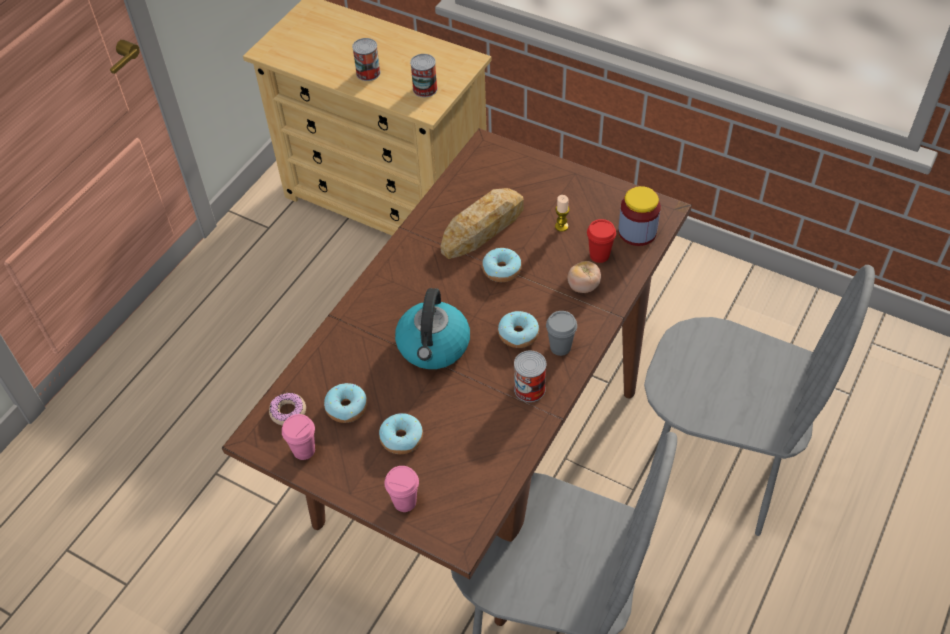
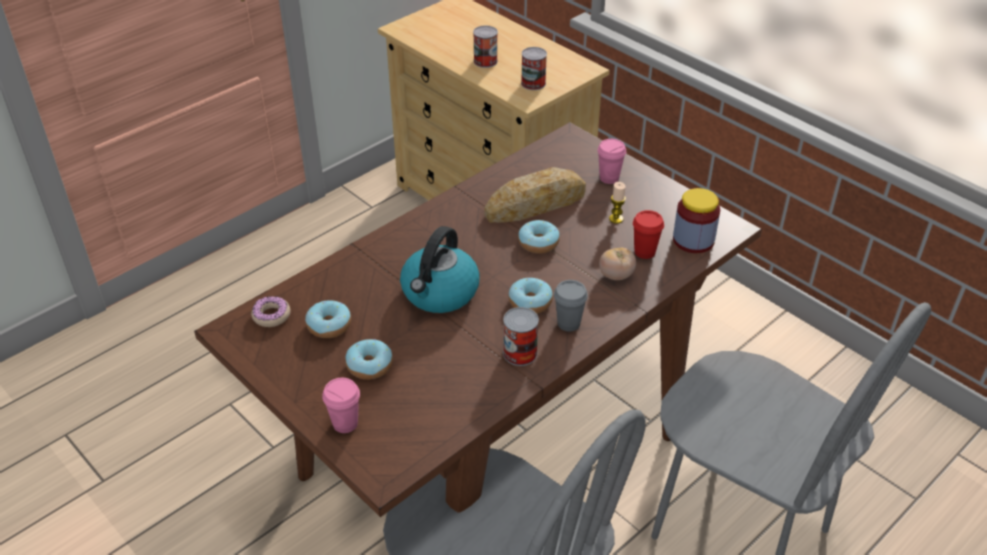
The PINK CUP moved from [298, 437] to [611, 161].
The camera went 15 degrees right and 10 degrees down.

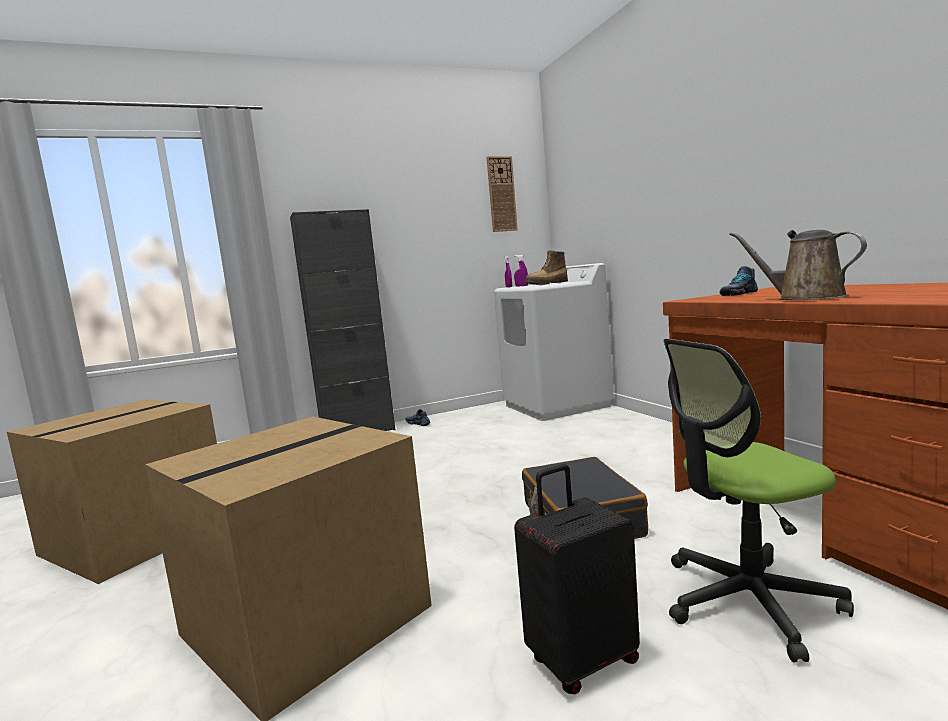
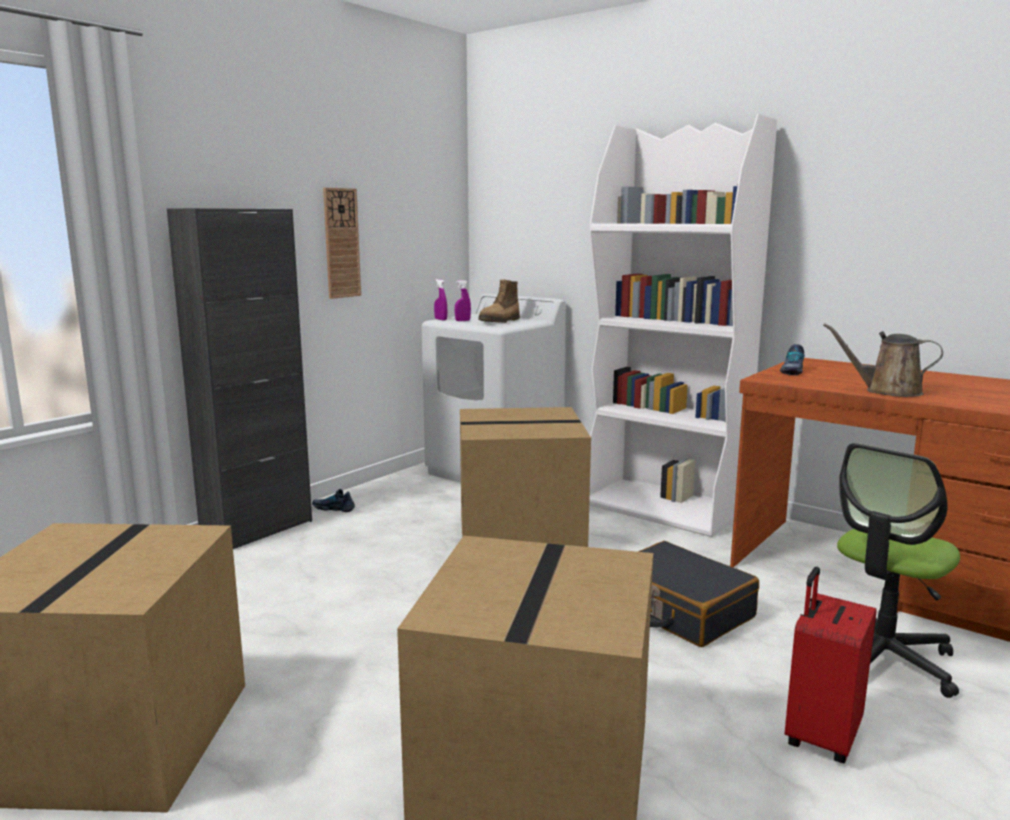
The WALL CLOCK moved from [502, 194] to [342, 243].
The BLACK SUITCASE at [577, 579] became the RED SUITCASE at [830, 665].
The WHITE BOOKCASE at [683, 325] appeared.
The CARDBOARD BOX at [525, 477] appeared.
The camera went 30 degrees left and 5 degrees up.

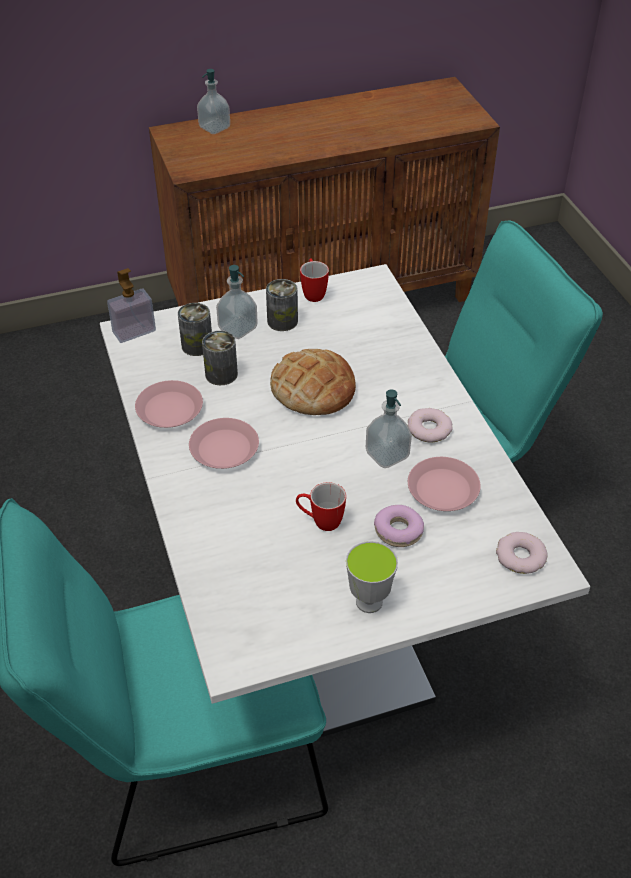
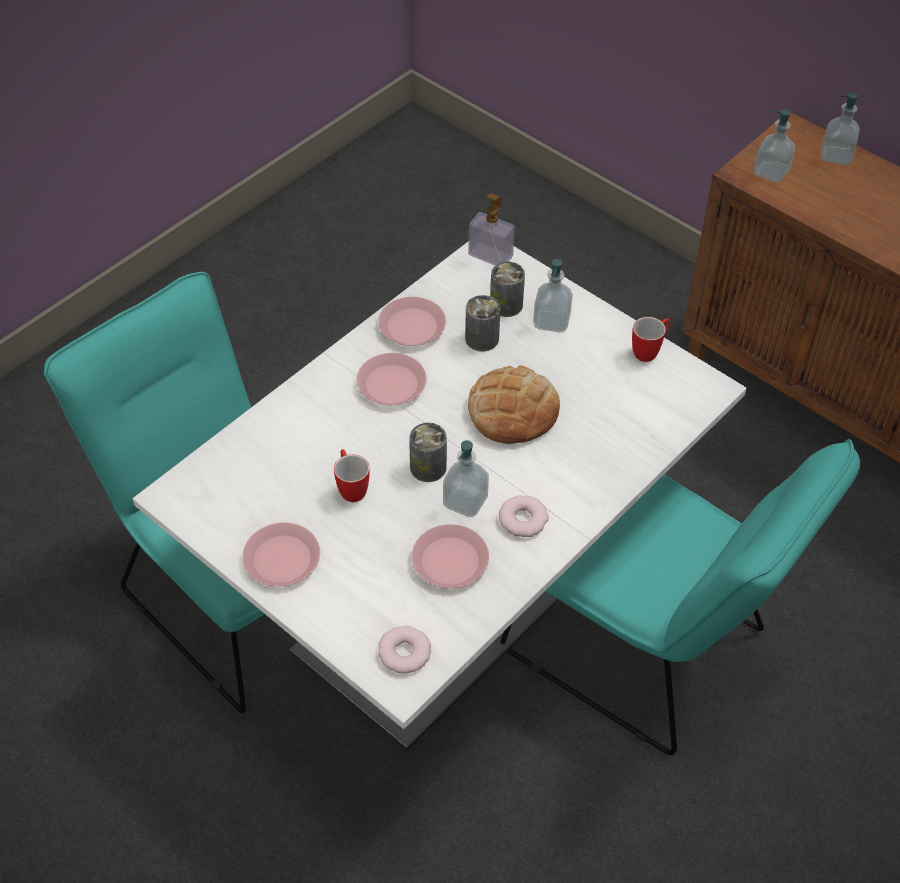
The CAN moved from [282, 305] to [428, 452].
The DONUT at [399, 526] disappeared.
The CUP at [372, 577] was replaced by the PINK PLATE at [281, 554].
The SOAP DISPENSER at [774, 146] appeared.
The camera went 60 degrees right and 5 degrees up.

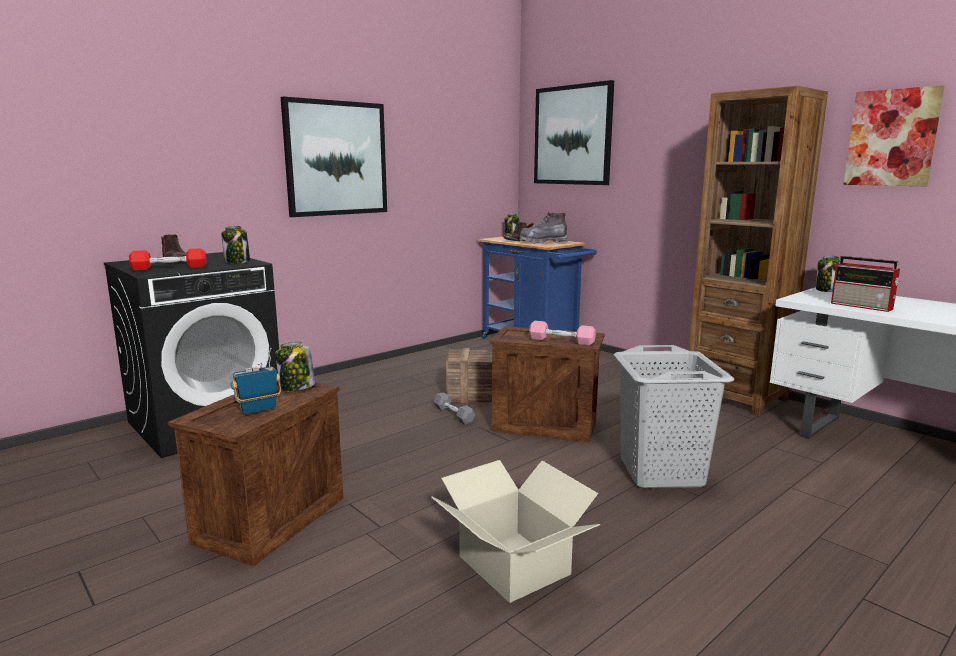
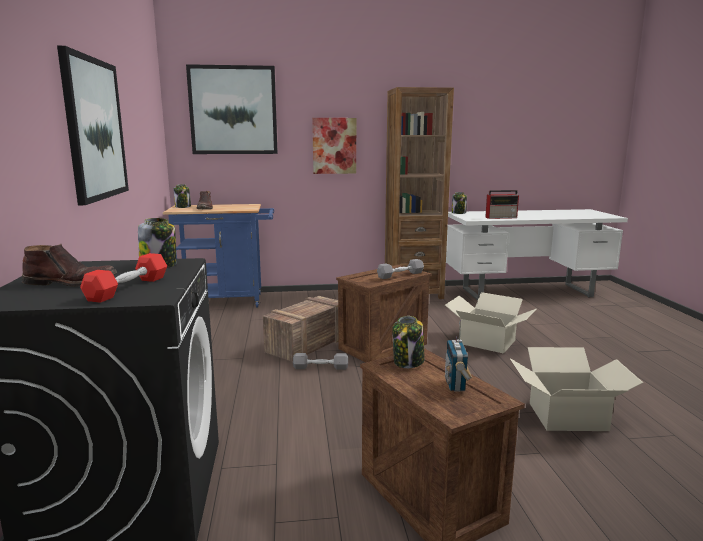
The PICTURE moved from [894, 135] to [334, 146].
The GREY BOOT at [543, 228] disappeared.
The PINK DUMBBELL at [562, 333] became the GREY DUMBBELL at [400, 269].
The GREY LAUNDRY BASKET at [673, 416] was replaced by the CARDBOARD BOX at [490, 323].
The camera went 55 degrees left and 0 degrees up.

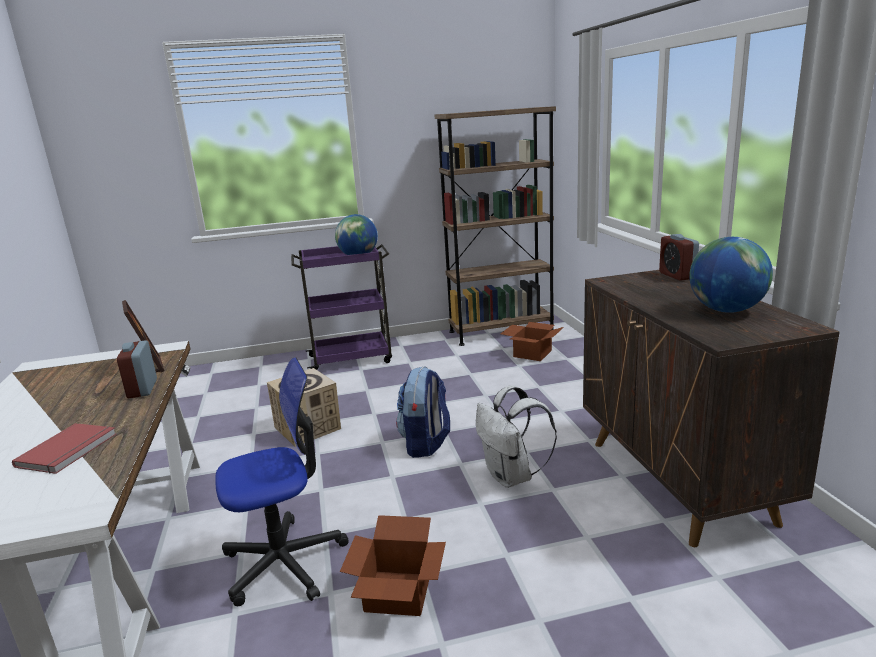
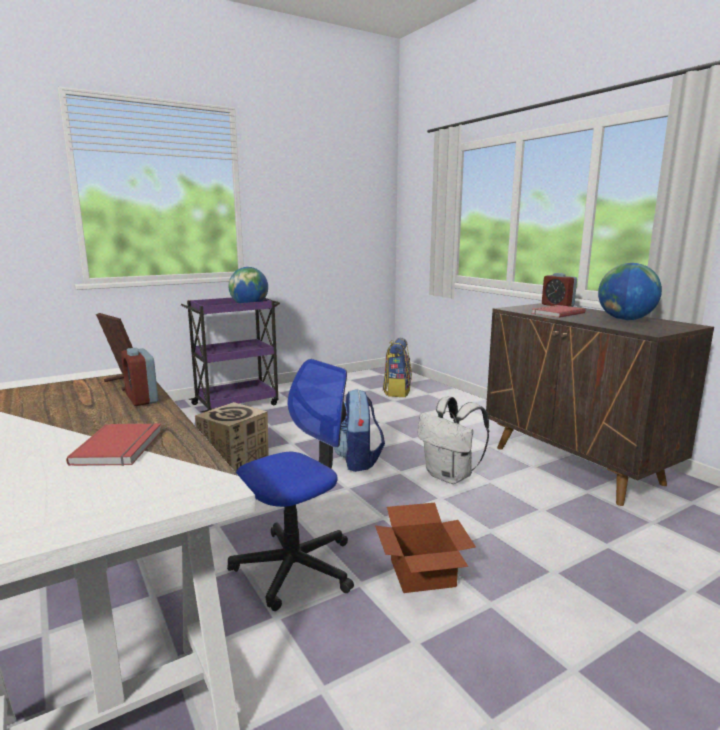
The BROWN BOOKCASE at [495, 226] disappeared.
The CARDBOARD BOX at [532, 341] was replaced by the BACKPACK at [397, 367].
The RED BOOK at [558, 311] appeared.
The camera went 20 degrees left and 5 degrees down.

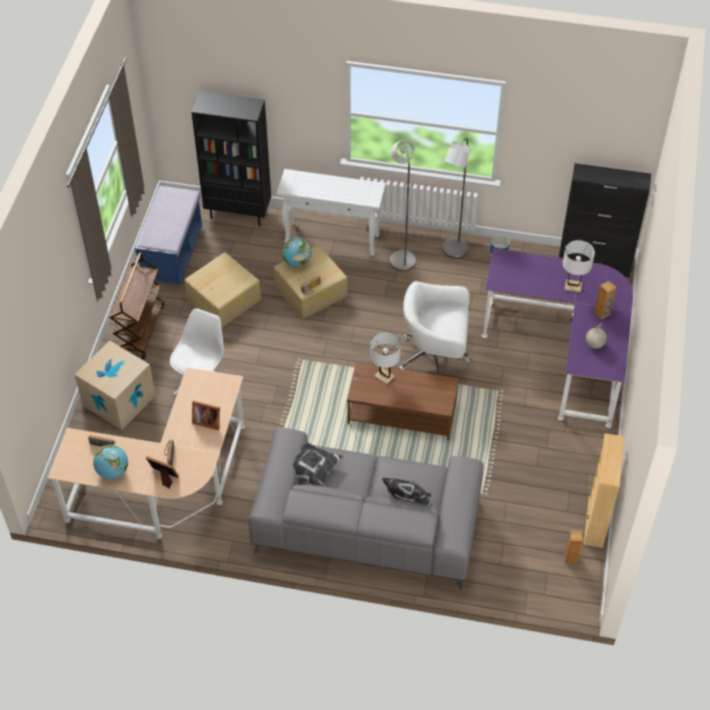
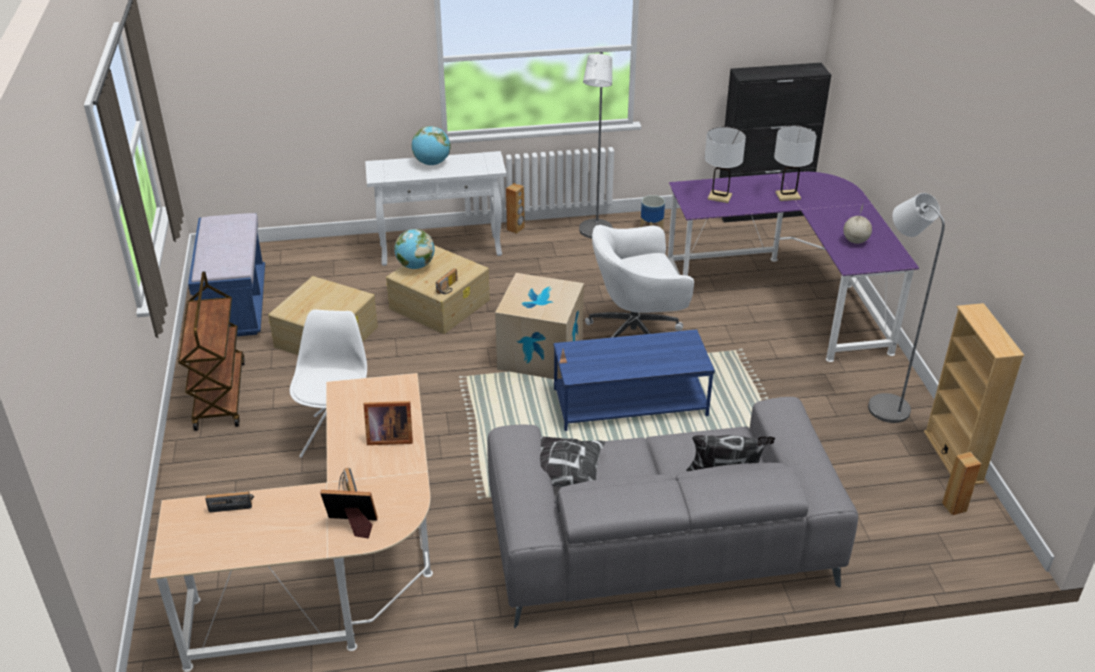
The BLACK BOOKCASE at [231, 158] disappeared.
The GREY FLOOR LAMP moved from [403, 205] to [906, 308].
The BROWN SPEAKER moved from [605, 300] to [515, 208].
The WHITE TABLE LAMP moved from [385, 358] to [725, 165].
The CARDBOARD BOX moved from [115, 385] to [539, 326].
The BROWN COFFEE TABLE at [403, 401] became the BLUE COFFEE TABLE at [634, 380].
The GLOBE moved from [110, 462] to [431, 145].
The camera went 20 degrees left and 15 degrees down.

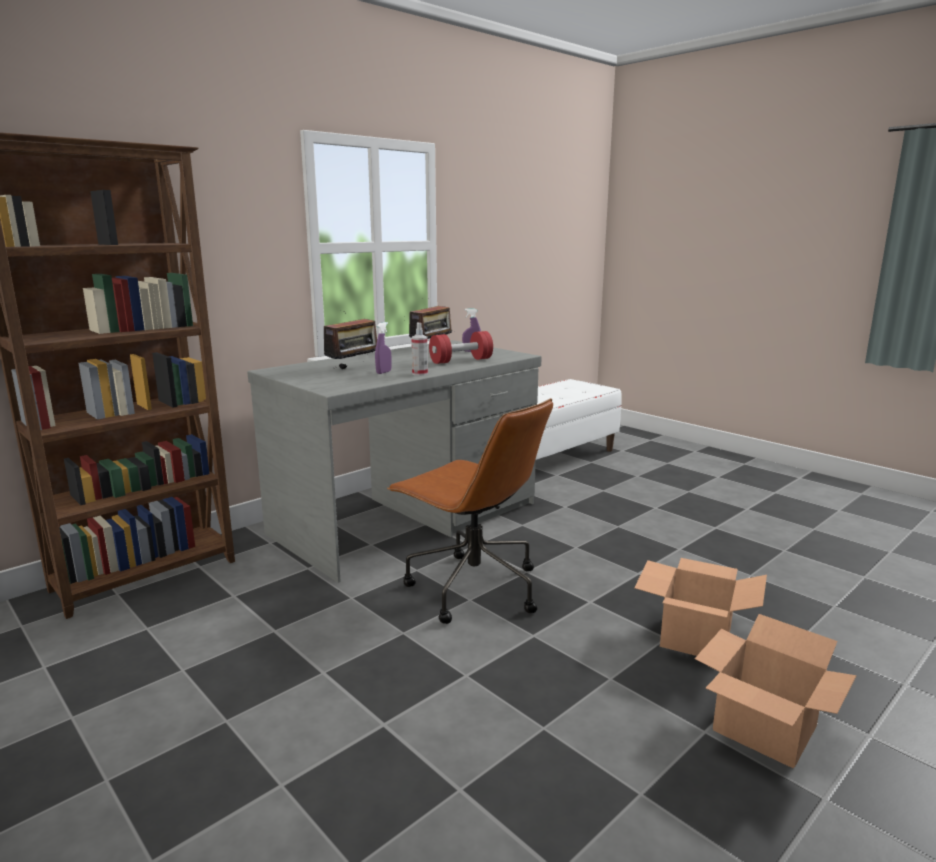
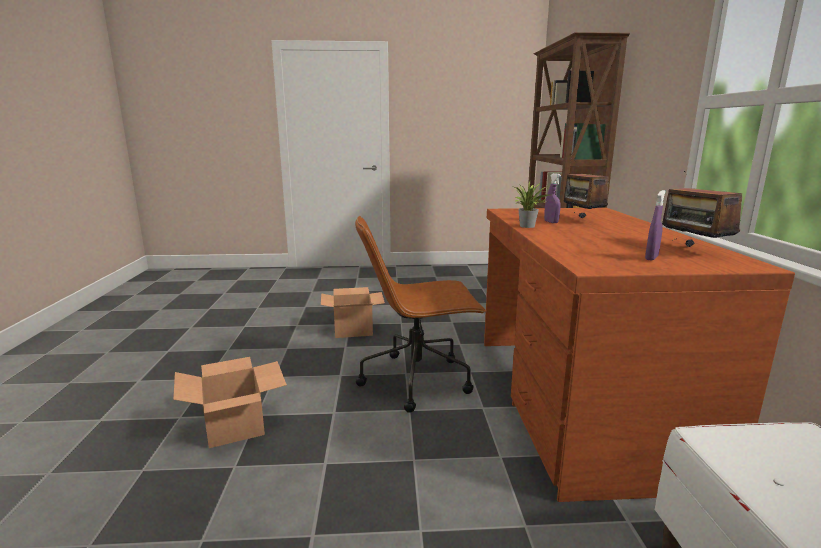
The SPRAY BOTTLE at [419, 349] was replaced by the POTTED PLANT at [532, 205].
The RED DUMBBELL at [461, 347] disappeared.
The GREY DESK at [394, 461] became the BROWN DESK at [639, 355].
The CARDBOARD BOX moved from [775, 691] to [353, 312].
The camera went 130 degrees right and 0 degrees up.

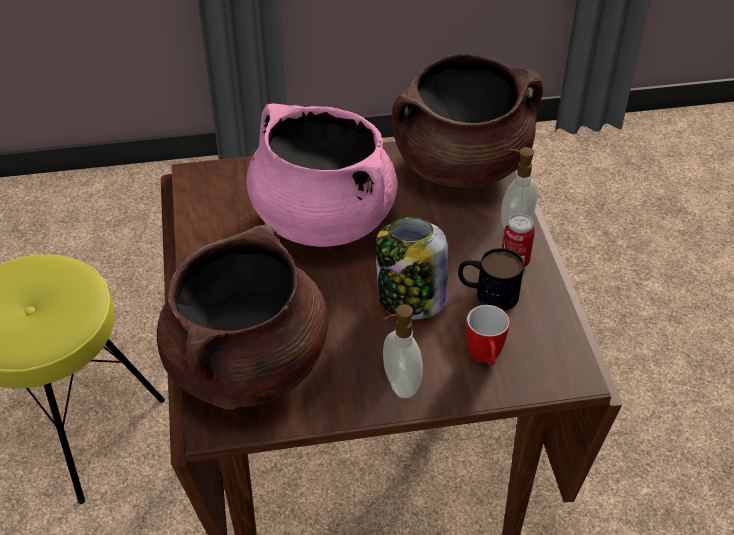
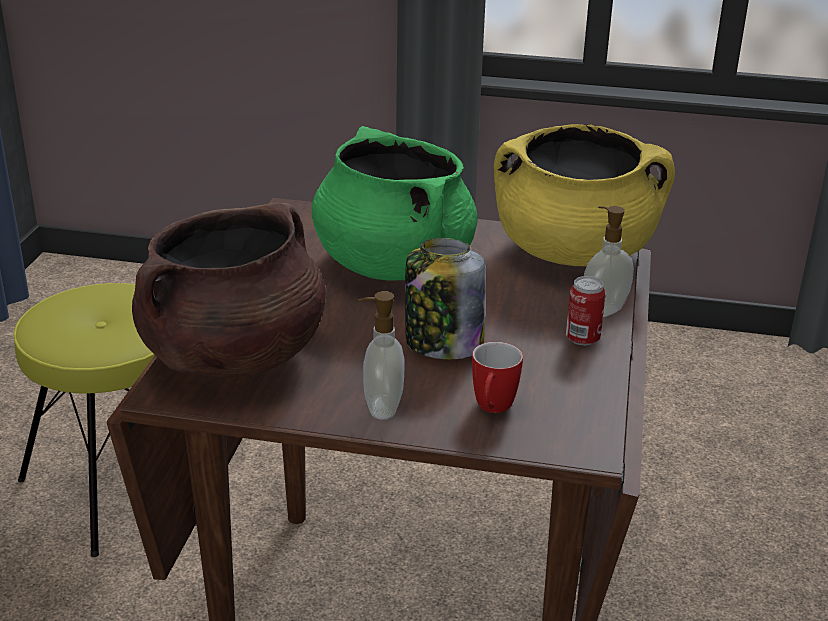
The BROWN COOKING POT at [467, 120] became the YELLOW COOKING POT at [584, 195].
The PINK COOKING POT at [322, 175] became the GREEN COOKING POT at [395, 203].
The MUG at [491, 279] disappeared.
The camera went 20 degrees right and 15 degrees down.

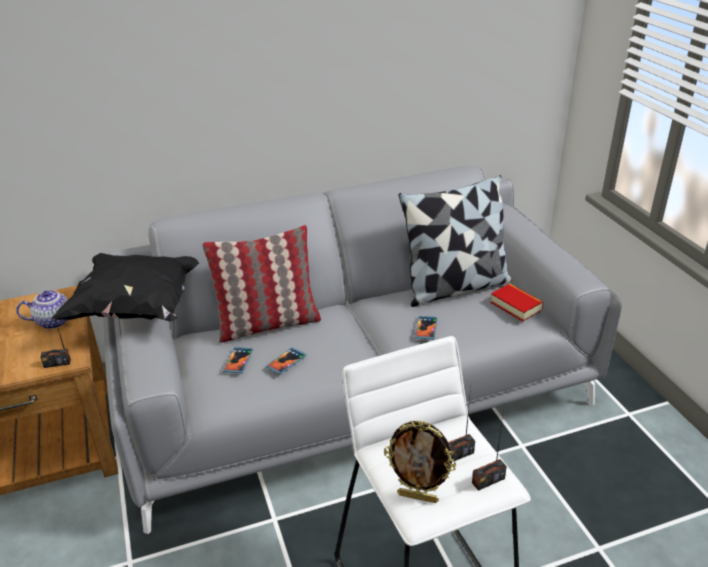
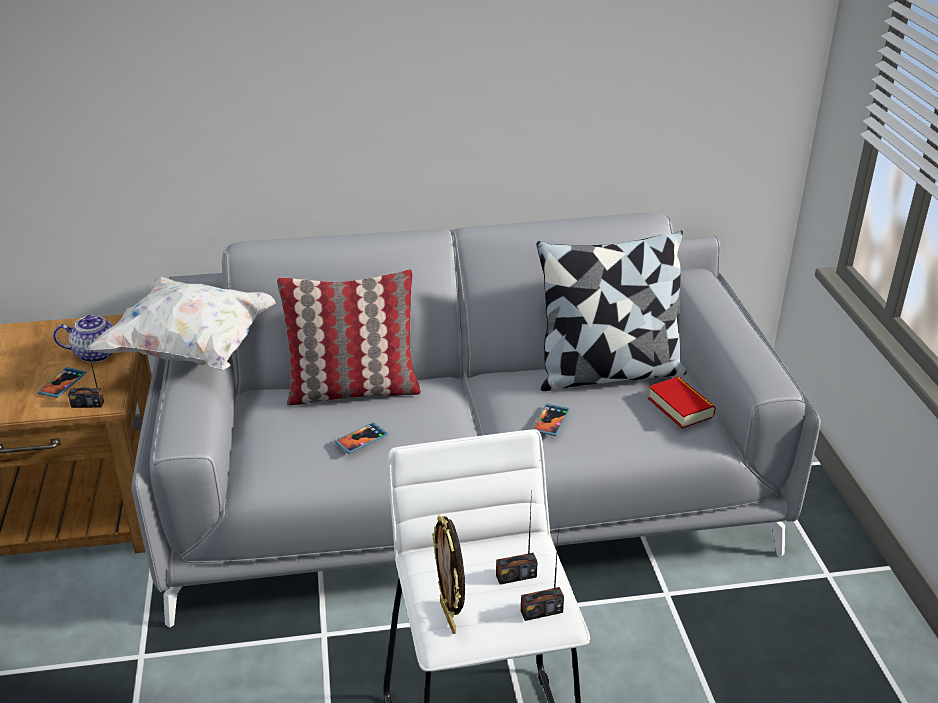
The BLACK PILLOW at [125, 287] became the WHITE PILLOW at [181, 323].
The PHONE moved from [238, 360] to [62, 382].
The PICTURE FRAME at [420, 462] turned 45 degrees clockwise.
The camera went 10 degrees right and 0 degrees up.

